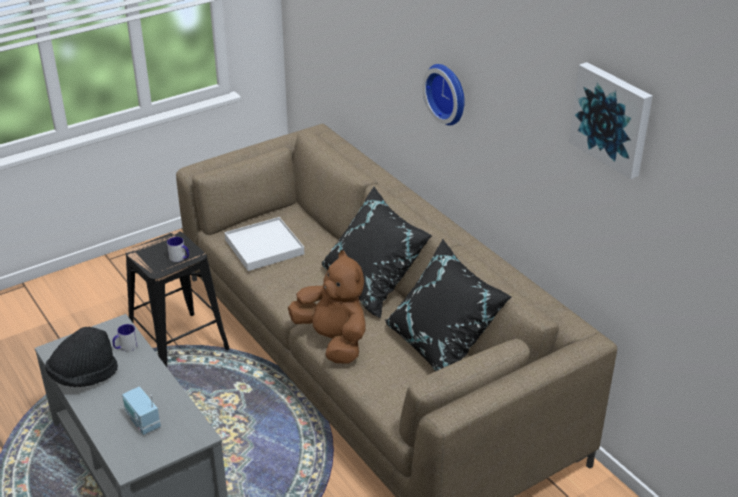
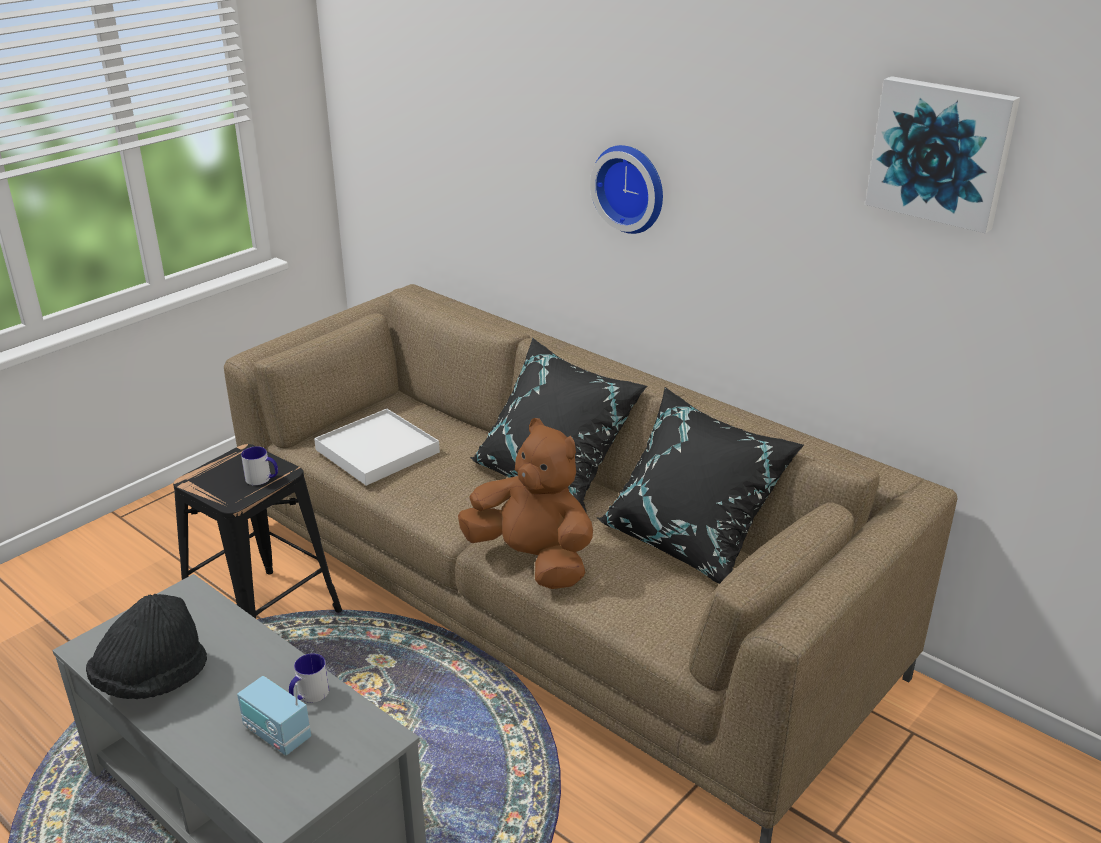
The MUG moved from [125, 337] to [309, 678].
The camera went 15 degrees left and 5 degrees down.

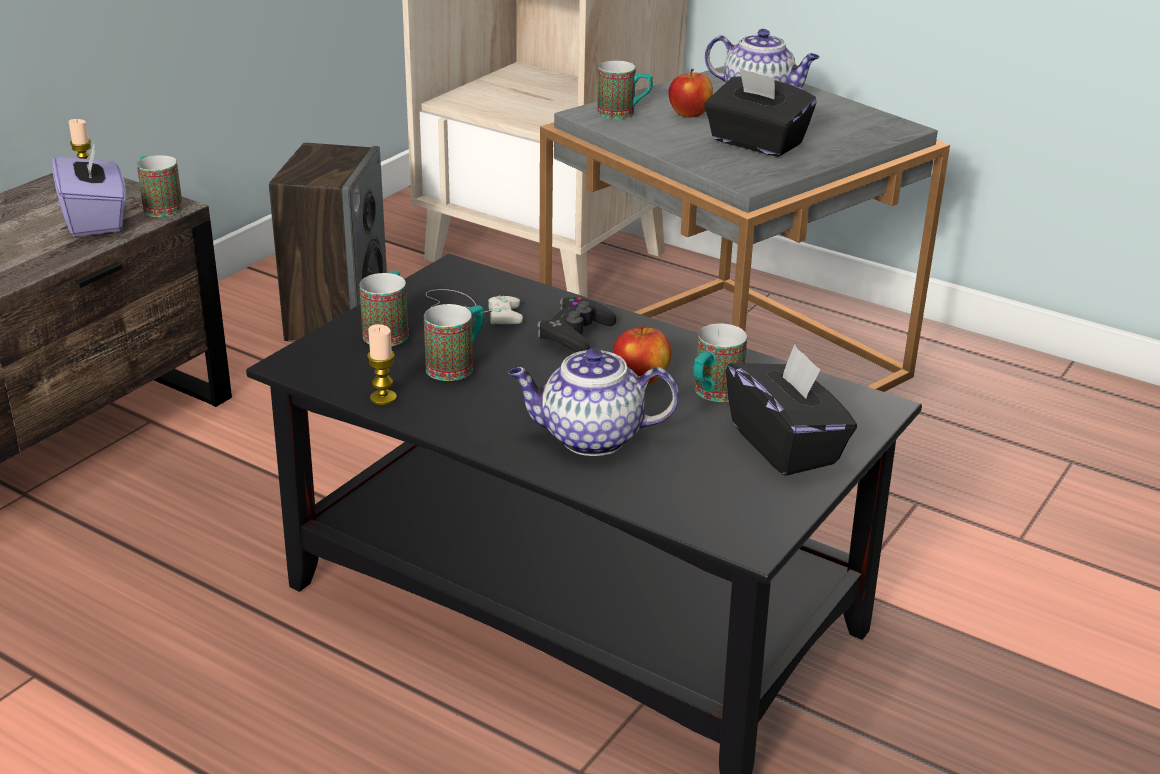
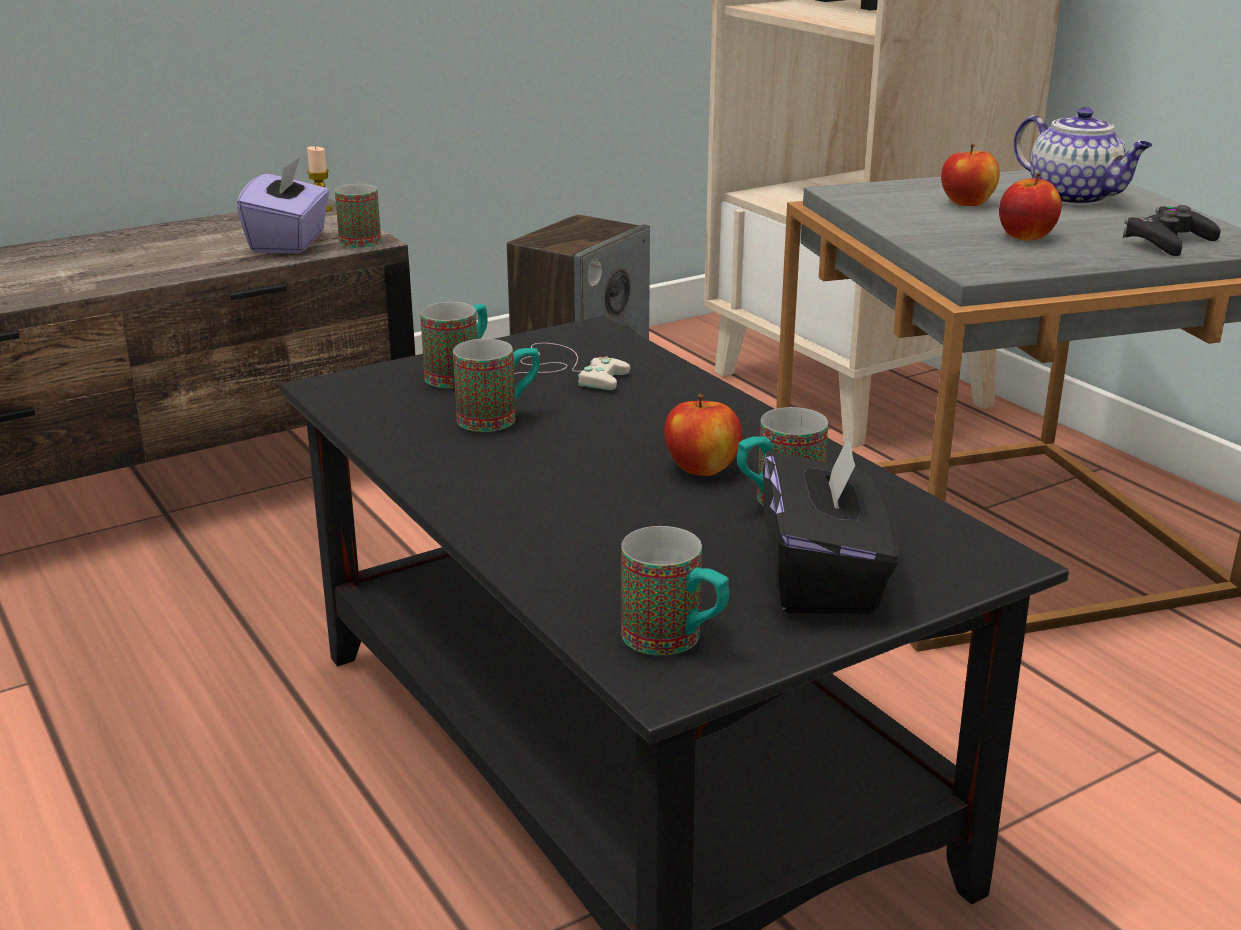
The MUG moved from [625, 90] to [675, 591].
The BLACK TISSUE BOX at [760, 112] was replaced by the APPLE at [1030, 207].
The BLACK GAME CONTROLLER moved from [576, 324] to [1171, 230].
The CANDLE at [382, 364] disappeared.
The TEAPOT at [593, 402] disappeared.
The camera went 25 degrees right and 5 degrees down.

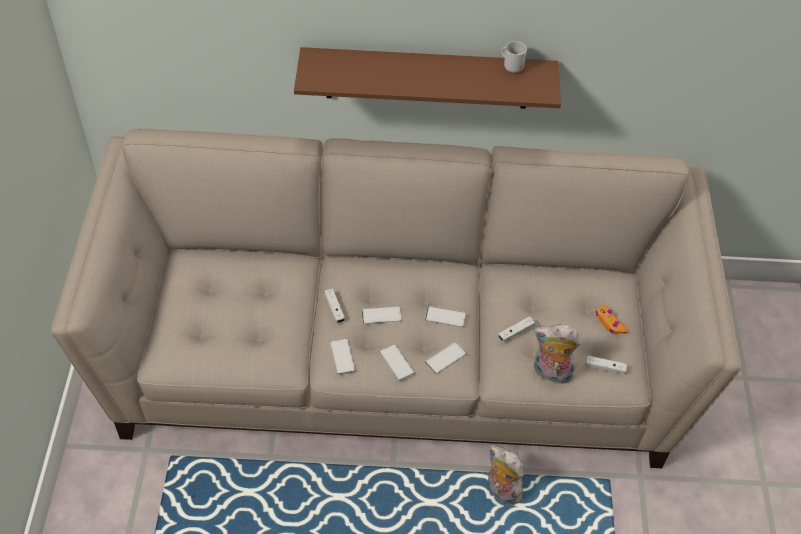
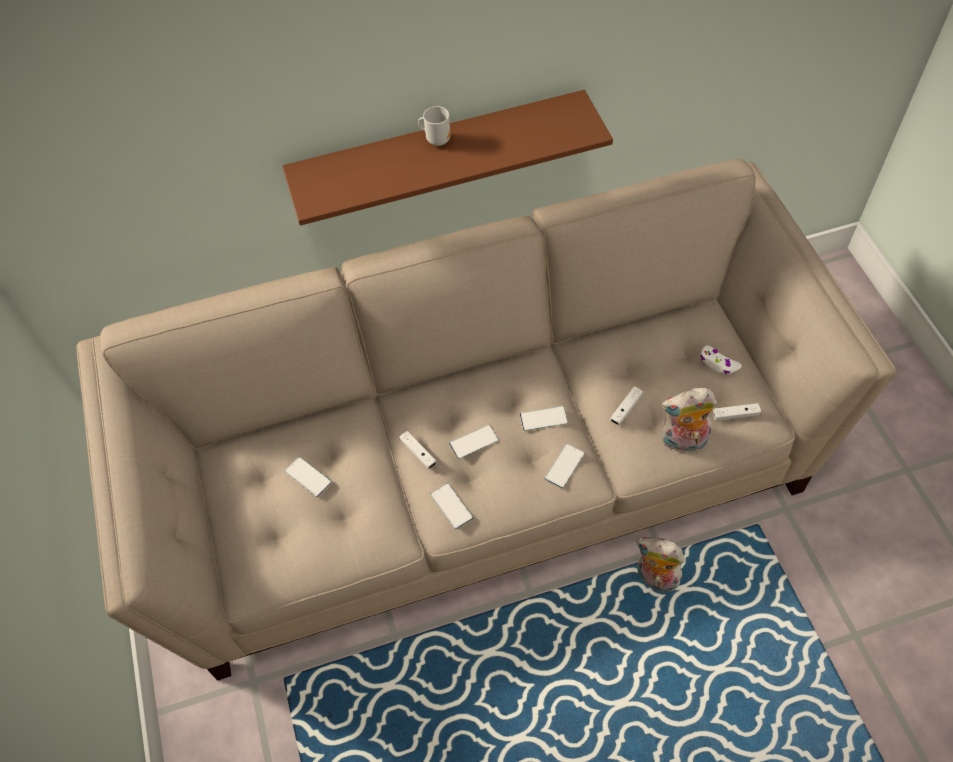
The MUG moved from [514, 57] to [434, 126].
The ORANGE GAME CONTROLLER at [612, 320] became the WHITE GAME CONTROLLER at [721, 360].
The PHONE moved from [397, 362] to [308, 477].
The camera went 15 degrees left and 5 degrees up.

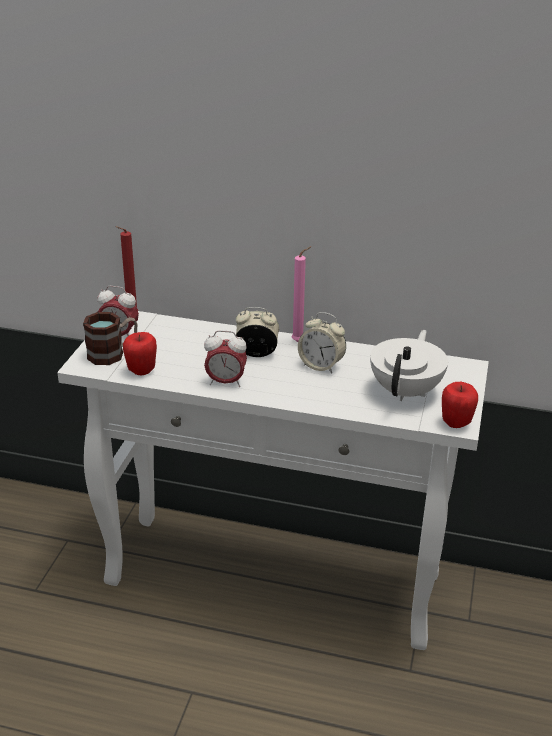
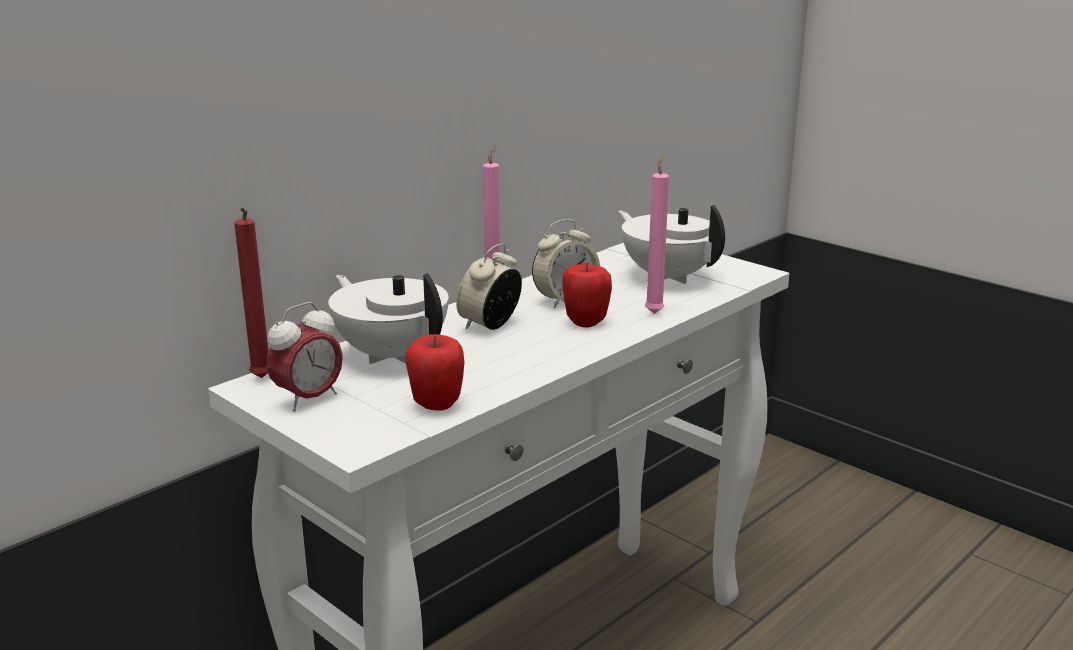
The MUG at [110, 338] disappeared.
The ALARM CLOCK at [225, 358] disappeared.
The APPLE moved from [460, 405] to [587, 295].
The PINK CANDLE at [657, 234] appeared.
The WHITE TEAPOT at [388, 318] appeared.
The camera went 60 degrees left and 10 degrees down.

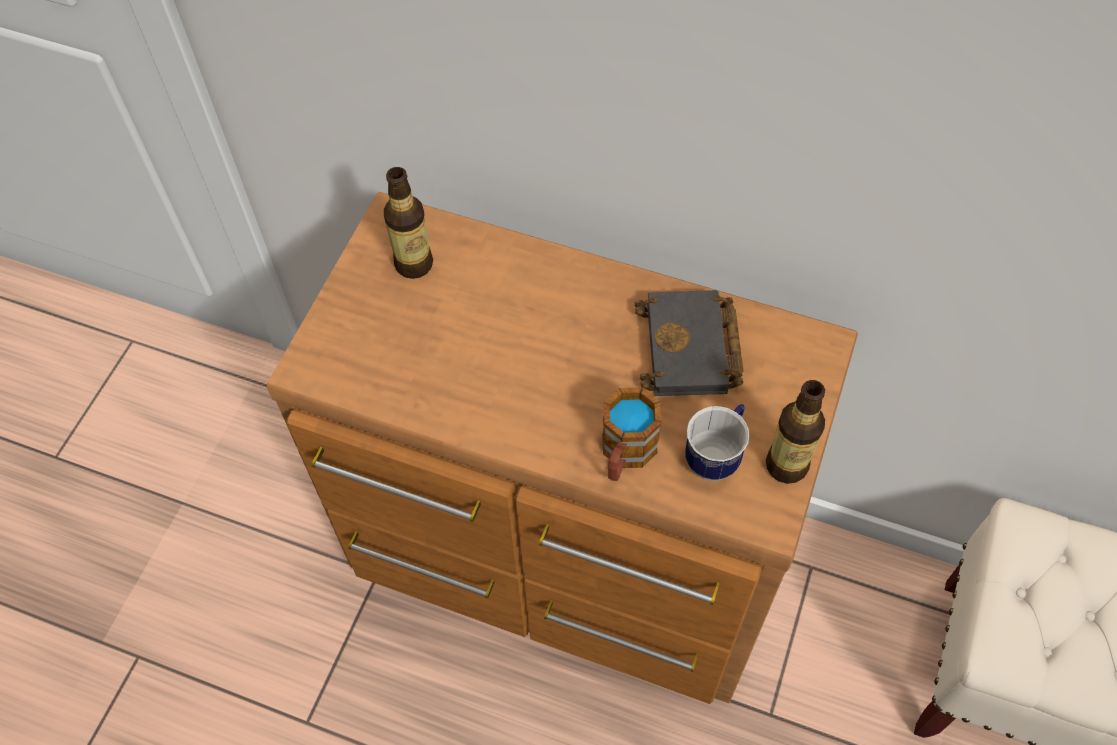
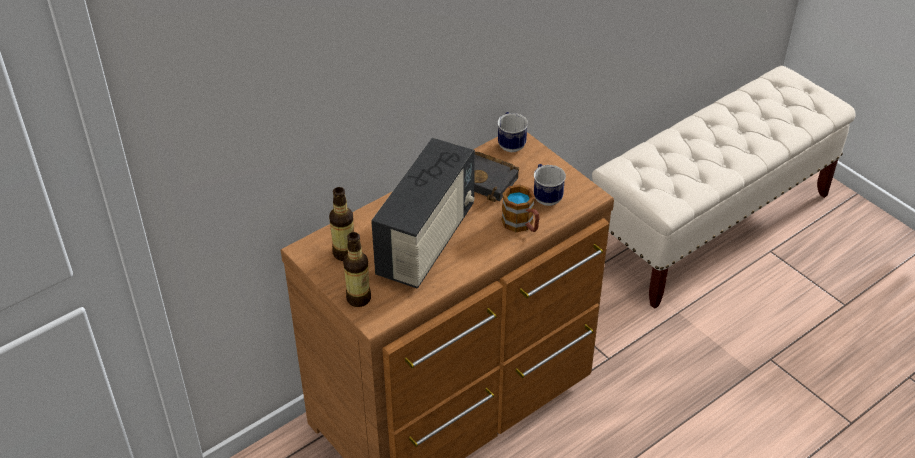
The BOTTLE moved from [795, 432] to [357, 269].
The MUG at [512, 132] appeared.
The RADIO at [423, 213] appeared.
The camera went 60 degrees left and 15 degrees down.

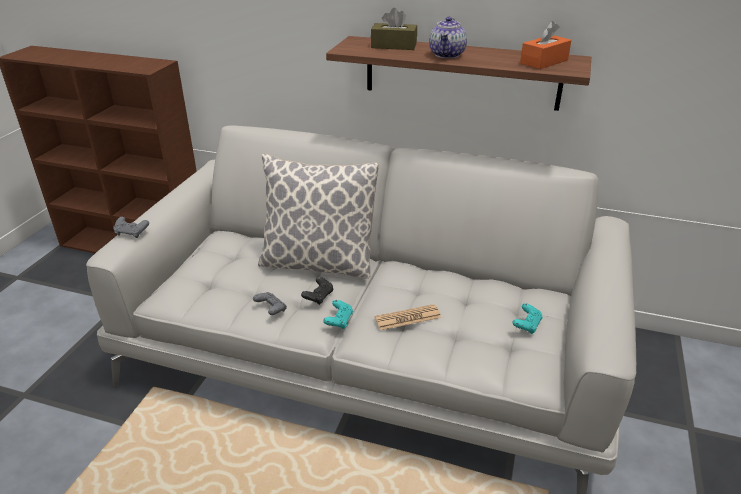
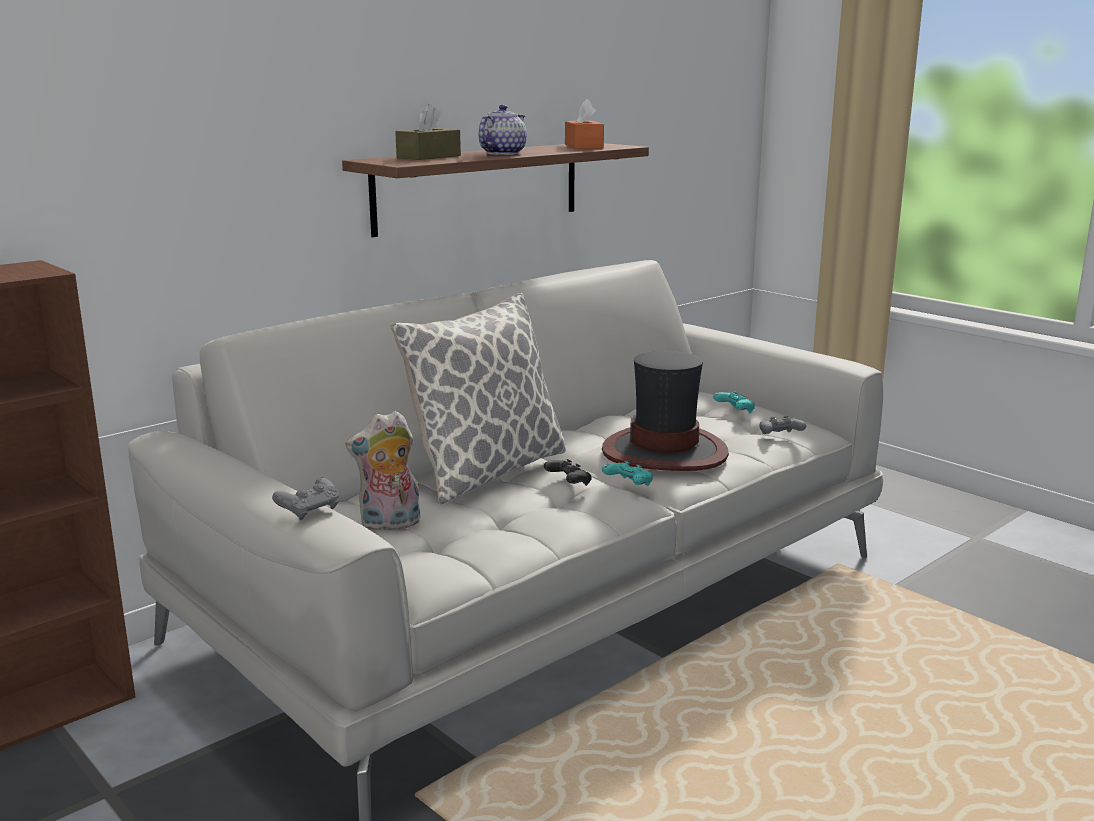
The TEAPOT at [448, 37] turned 105 degrees counterclockwise.
The GREY GAME CONTROLLER moved from [270, 303] to [782, 425].
The NEWSPAPER at [408, 317] was replaced by the HAT at [665, 411].
The PLUSH TOY at [382, 470] appeared.
The camera went 60 degrees left and 15 degrees down.

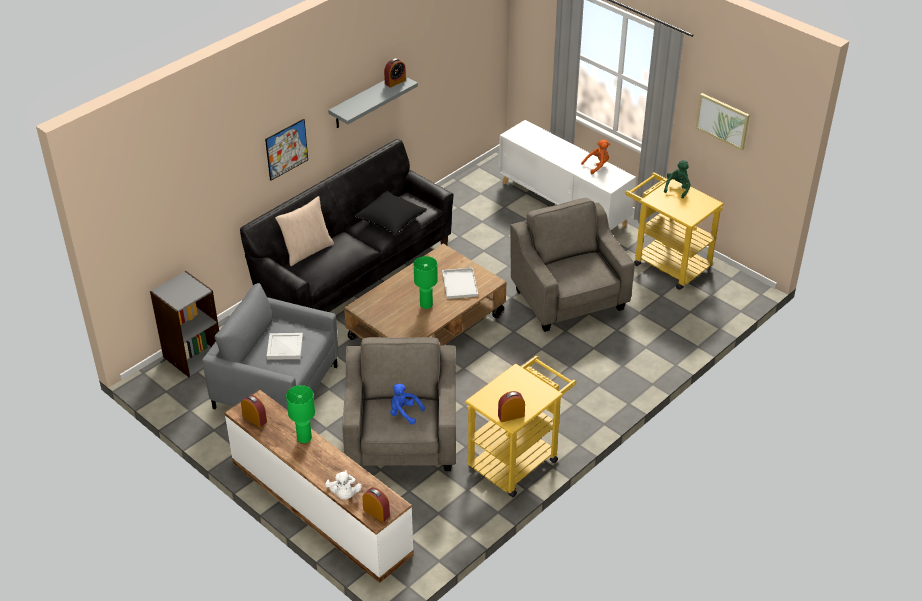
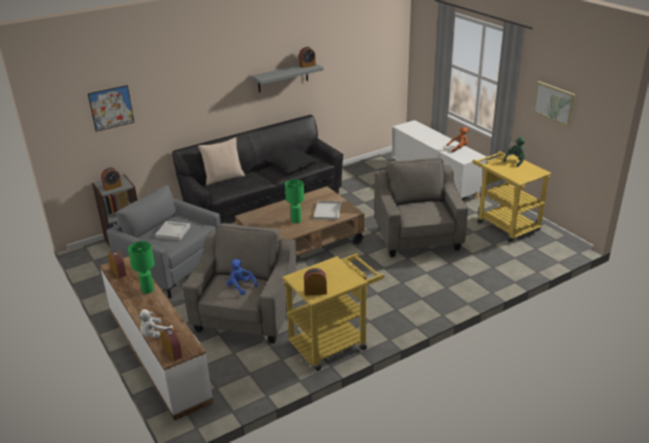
The PICTURE moved from [286, 150] to [111, 108].
The WHITE PLUSH TOY at [343, 485] turned 45 degrees clockwise.
The ALARM CLOCK at [111, 179] appeared.
The camera went 15 degrees right and 10 degrees down.

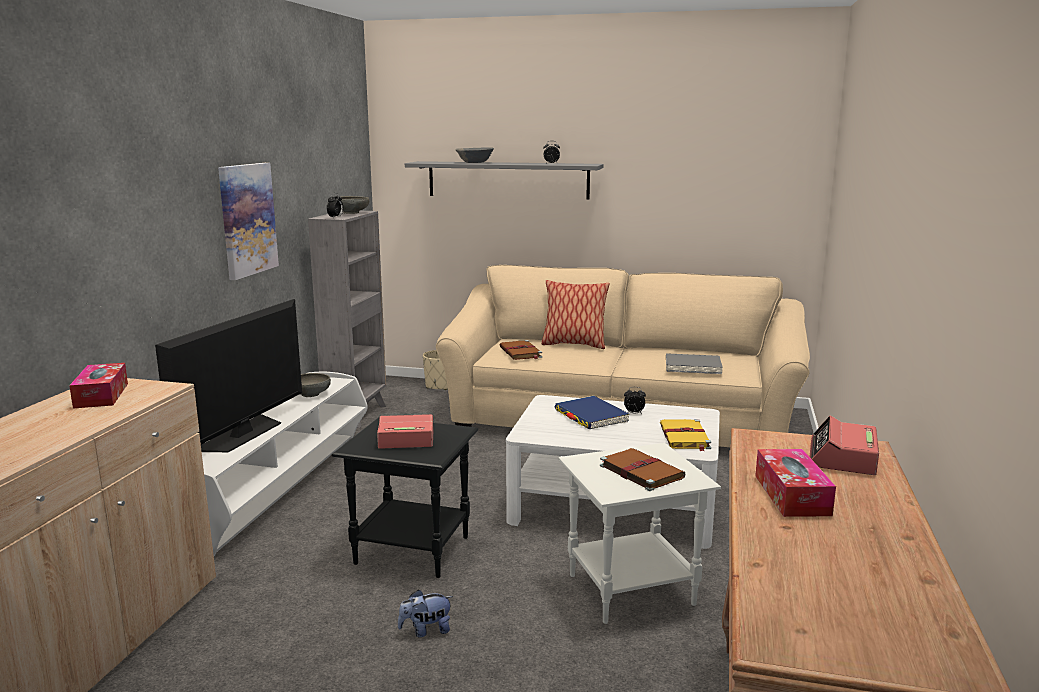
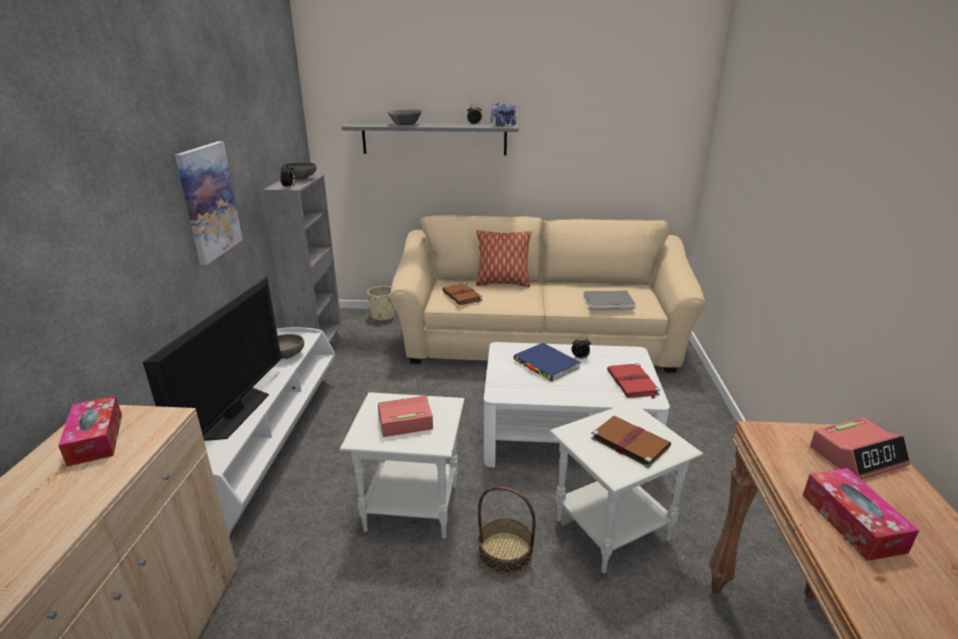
The ALARM CLOCK at [844, 445] turned 120 degrees counterclockwise.
The BLACK SIDE TABLE at [405, 497] became the WHITE SIDE TABLE at [402, 465].
The YELLOW BOOK at [685, 435] became the RED BOOK at [633, 381].
The PLUSH TOY moved from [425, 613] to [503, 114].
The BASKET at [507, 530] appeared.
The camera went 10 degrees left and 10 degrees up.

